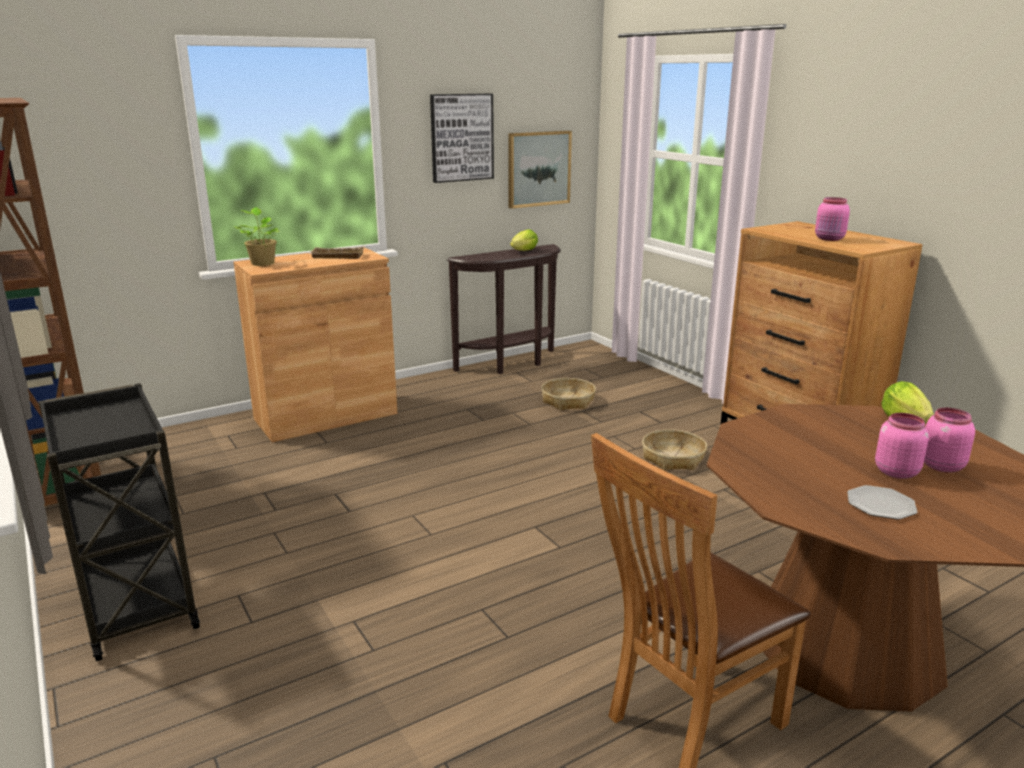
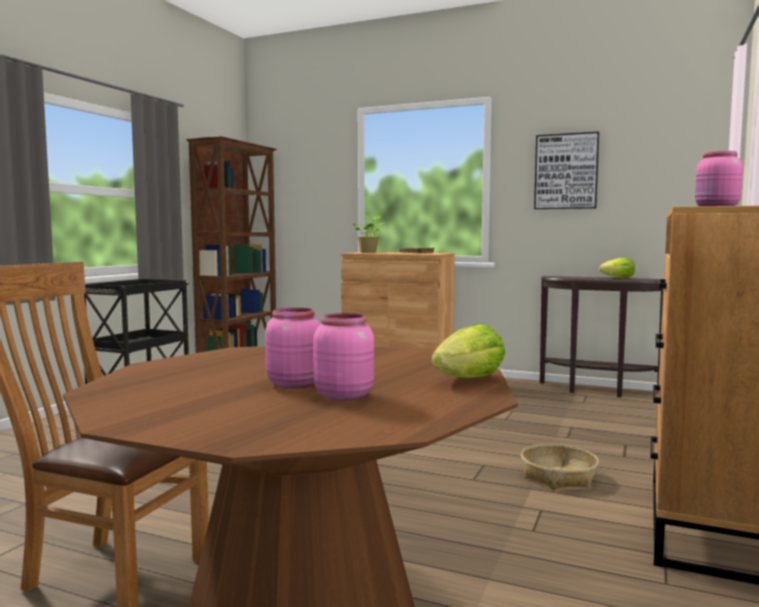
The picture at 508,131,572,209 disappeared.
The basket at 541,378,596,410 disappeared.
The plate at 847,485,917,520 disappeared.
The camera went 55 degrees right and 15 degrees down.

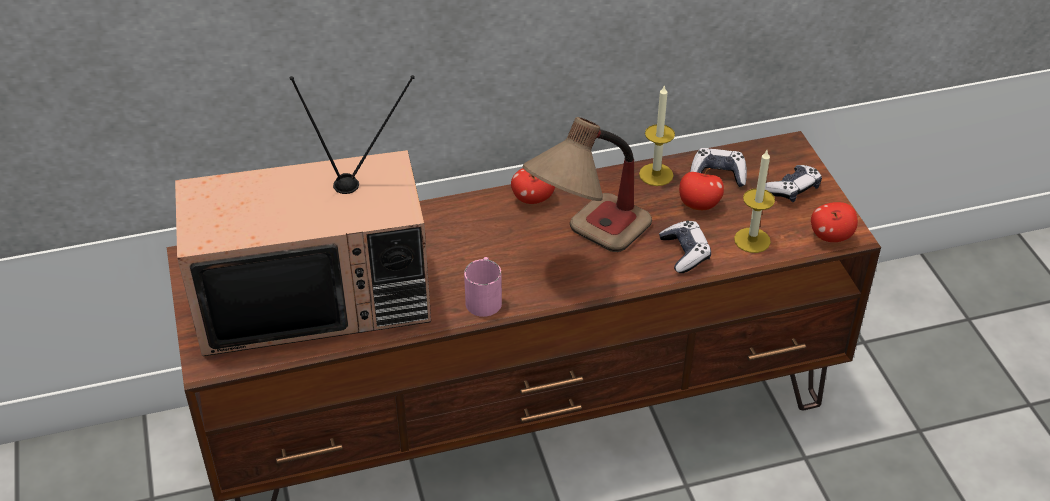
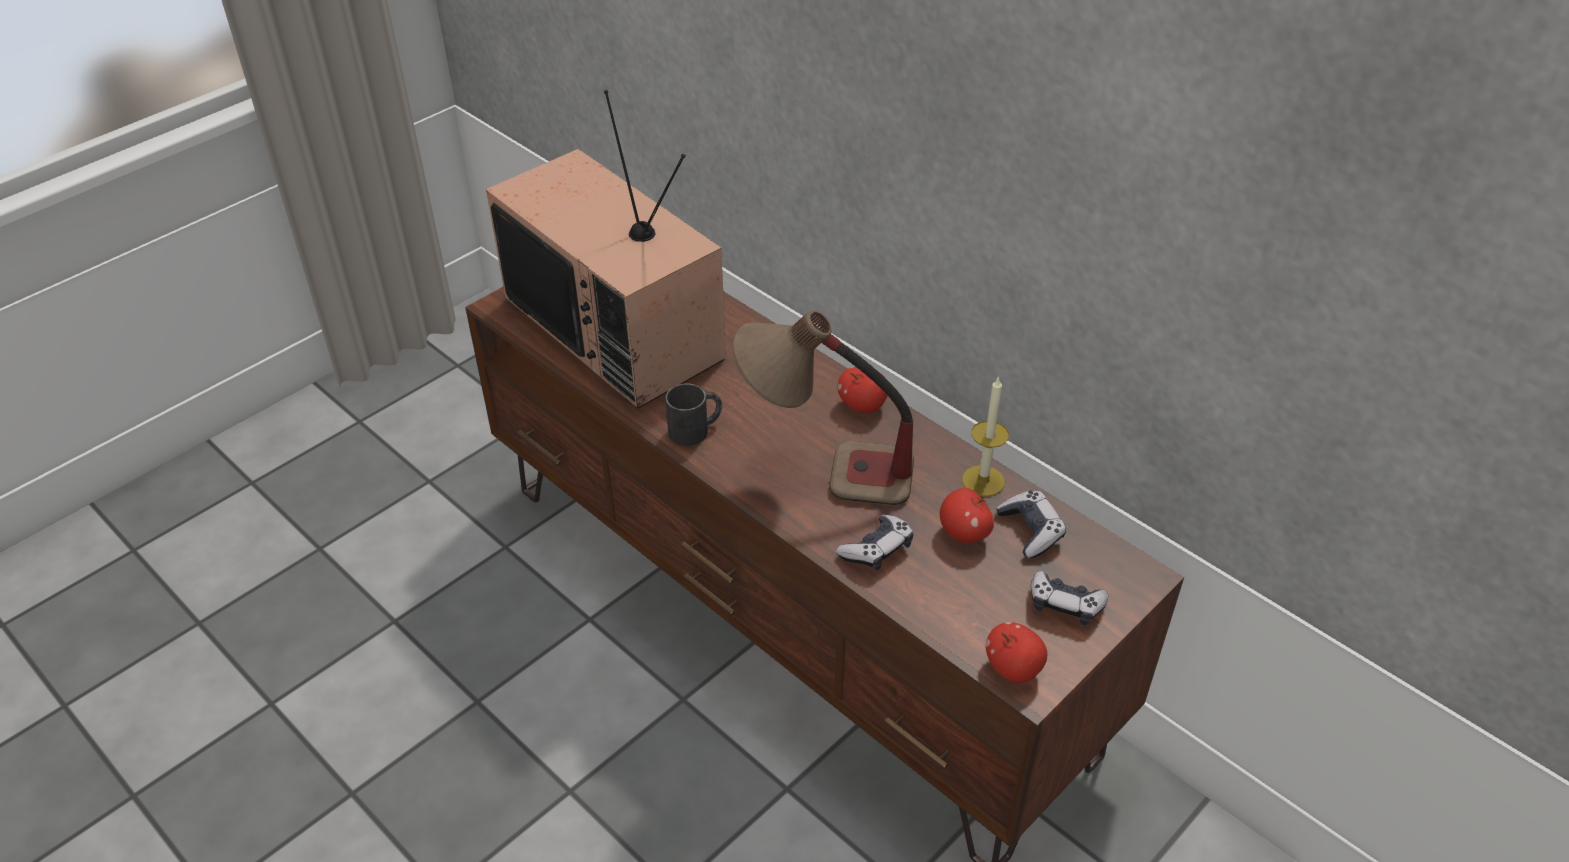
The candle at 734,150,775,253 disappeared.
The mug/pink at 464,257,502,317 became the mug/black at 665,383,722,446.
The camera went 60 degrees right and 0 degrees up.

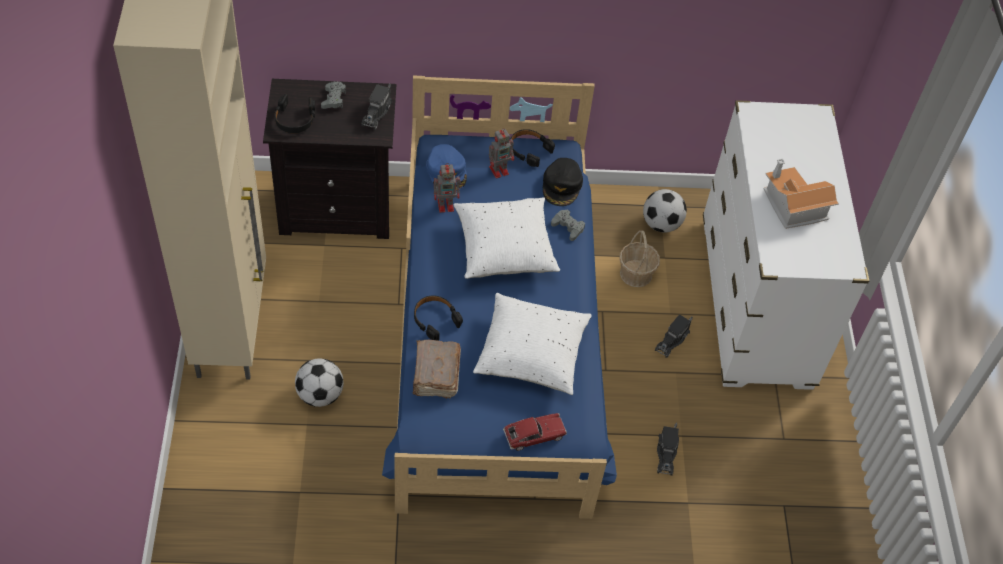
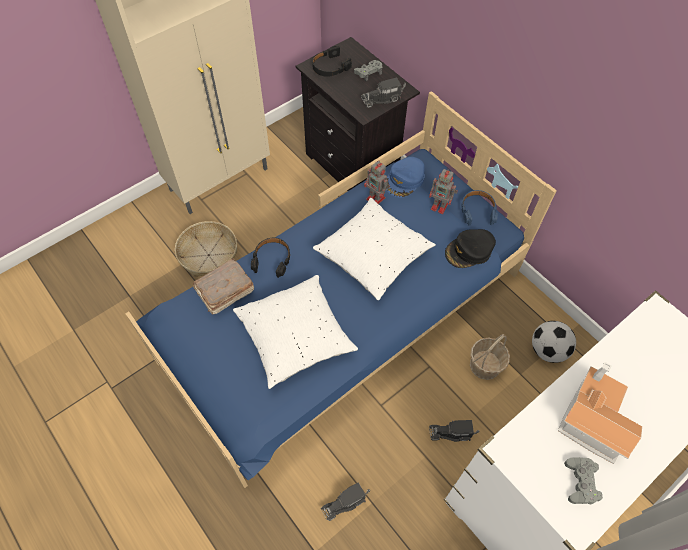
The headphones/black at 511,129,555,167 became the headphones/blue at 462,190,498,226.
The game controller/grey moved from 551,210,585,241 to 564,457,603,504.
The football at 295,359,344,407 was replaced by the basket at 175,221,237,277.
The toy car at 503,413,567,451 disappeared.
The camera went 55 degrees right and 5 degrees up.

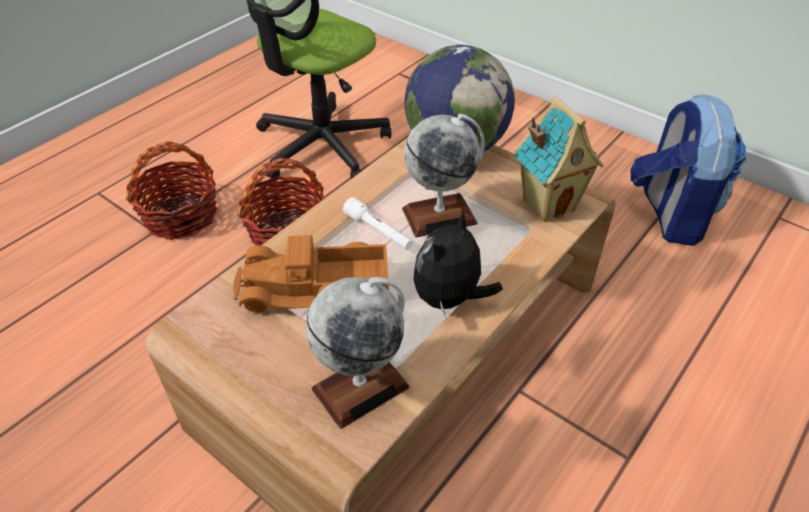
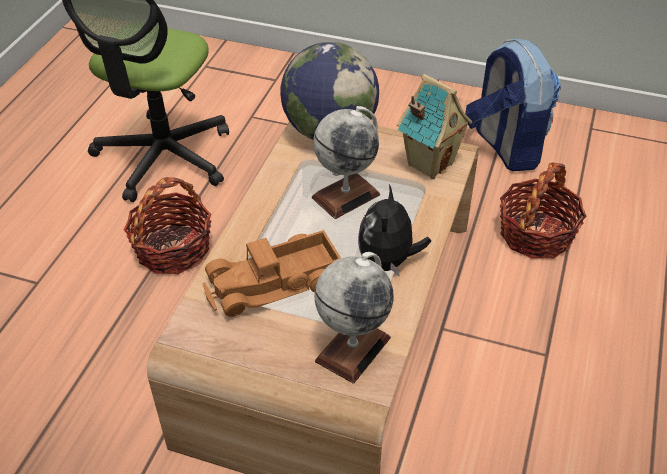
The basket moved from 126,142,217,240 to 500,163,587,259.
The flashlight/white at 343,197,413,250 disappeared.
The camera went 20 degrees left and 0 degrees up.

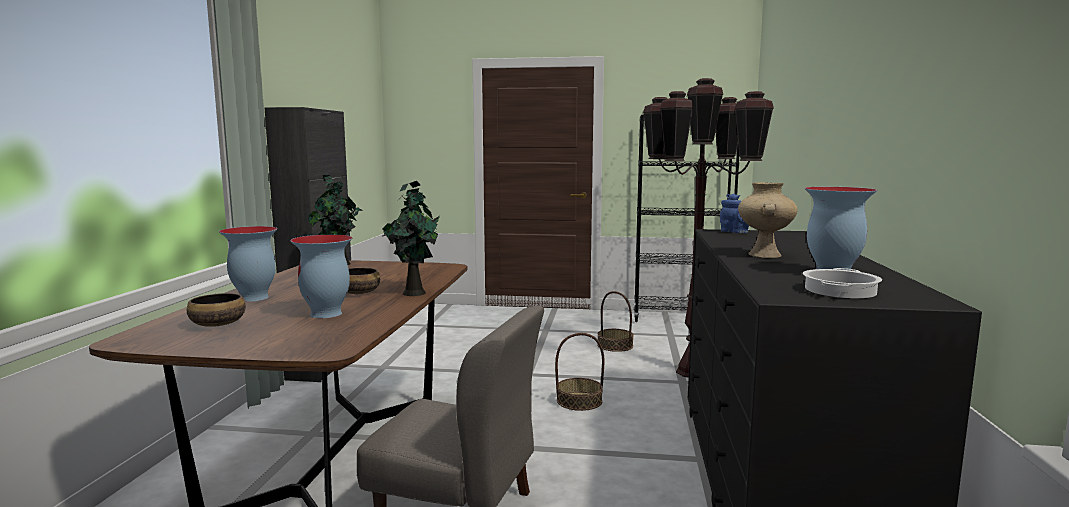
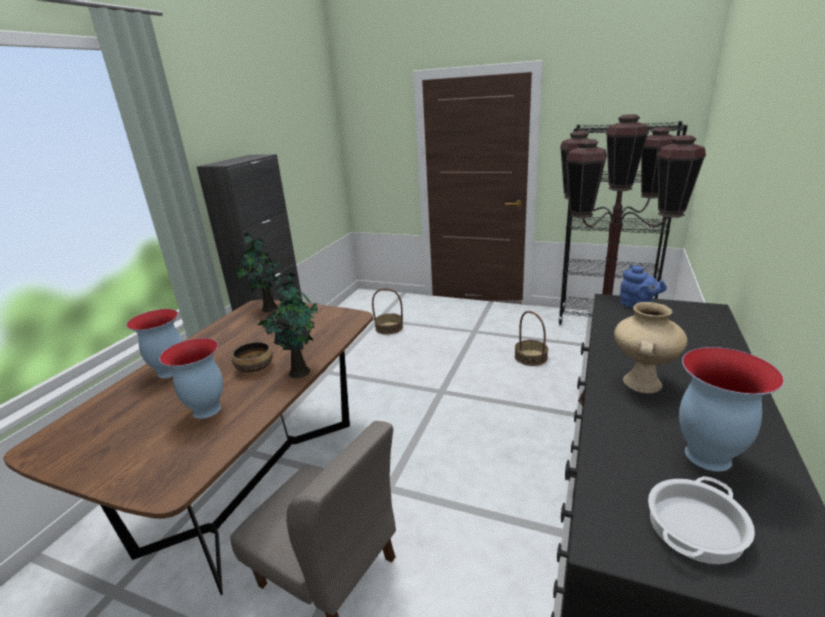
The bowl at 187,293,246,327 disappeared.
The basket moved from 555,333,604,411 to 372,288,403,335.
The camera went 15 degrees right and 15 degrees up.

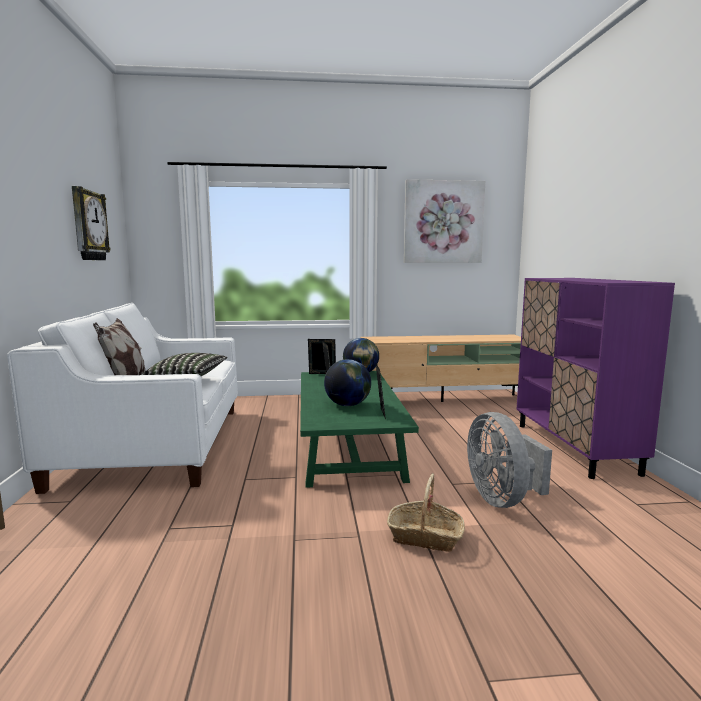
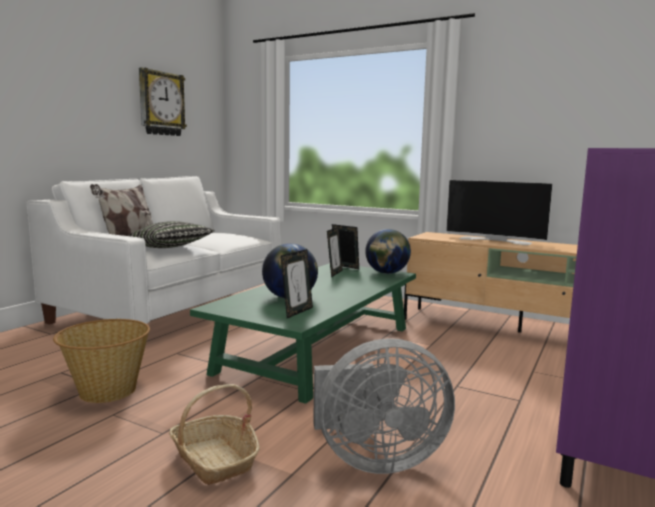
The picture at 404,179,485,263 disappeared.
The fan/grey at 467,412,552,508 turned 120 degrees counterclockwise.
The television at 446,180,553,245 appeared.
The basket at 53,319,150,403 appeared.
The camera went 35 degrees right and 0 degrees up.

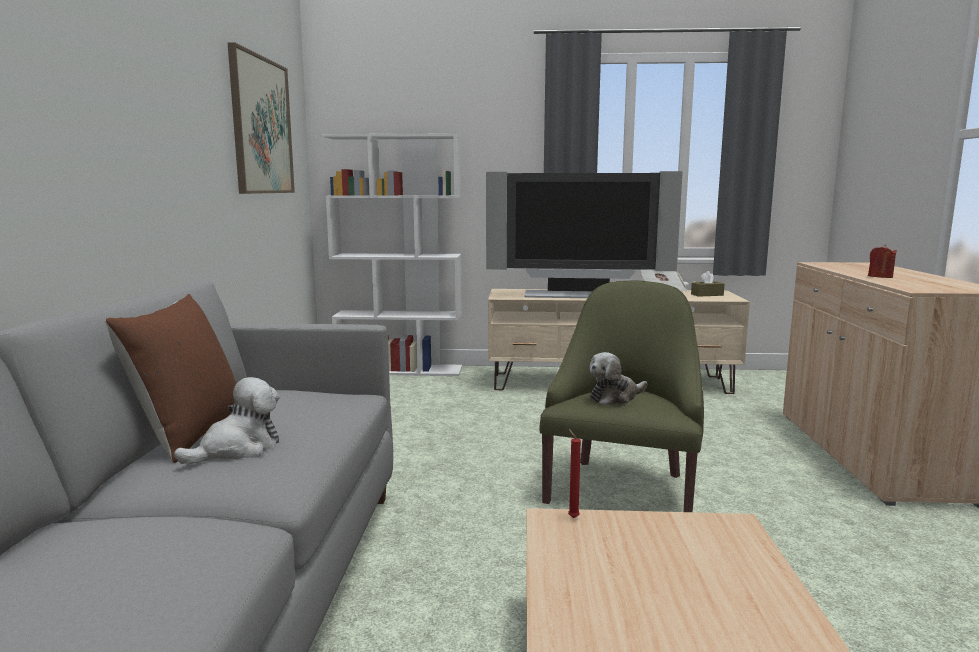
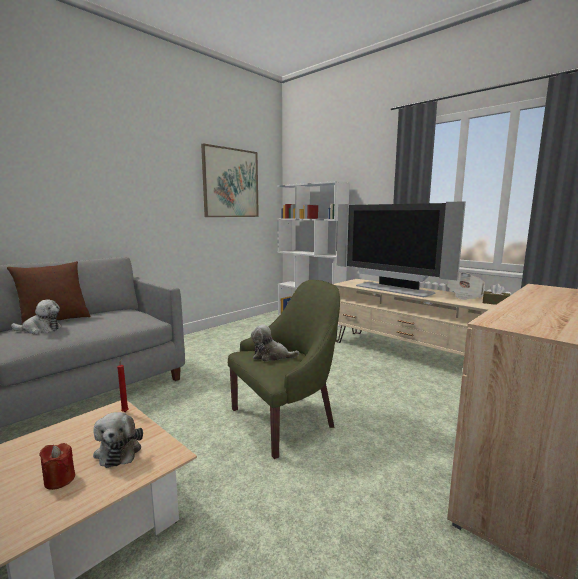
The candle/red moved from 868,244,897,278 to 39,443,75,490.
The plush toy at 93,412,143,468 appeared.
The camera went 40 degrees right and 0 degrees up.

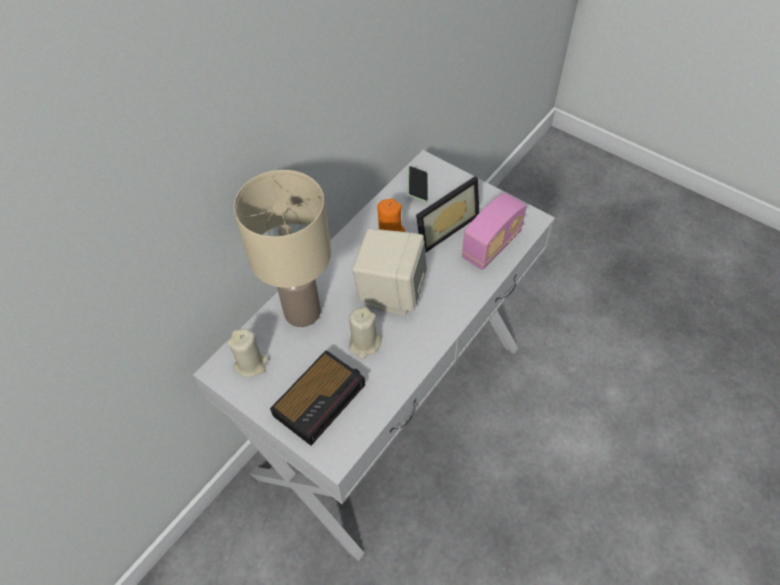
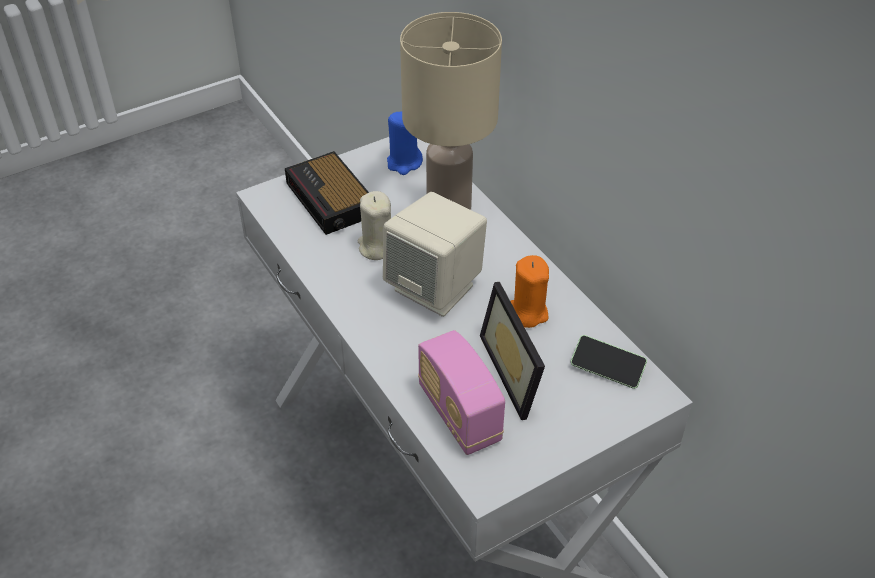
The candle/beige at 227,328,269,378 became the candle/blue at 387,111,423,175.
The camera went 110 degrees right and 10 degrees down.

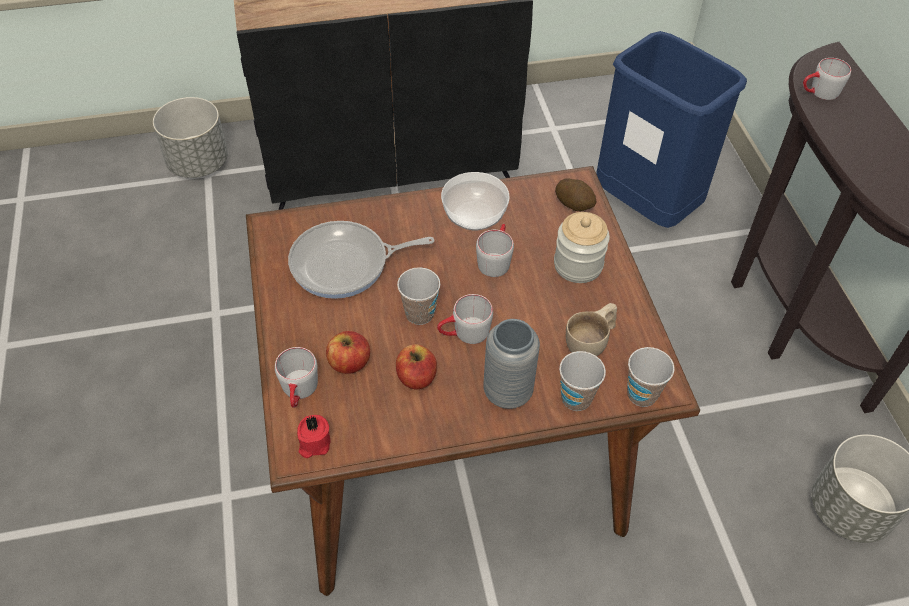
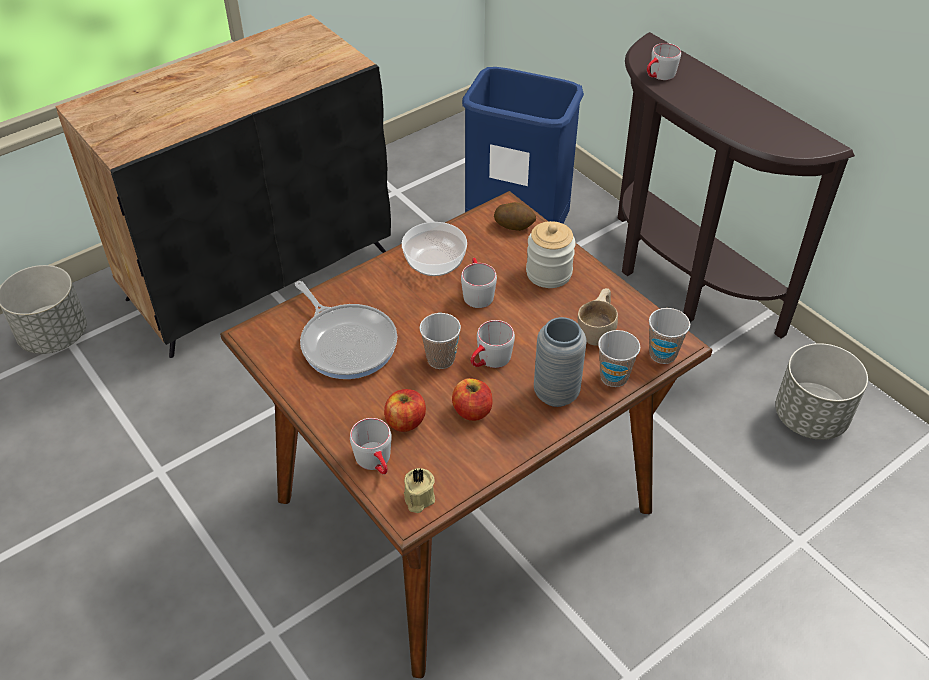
The frying pan at 288,221,434,299 turned 90 degrees counterclockwise.
The candle/red at 297,415,330,458 became the candle/beige at 404,468,435,513.
The camera went 25 degrees left and 5 degrees down.

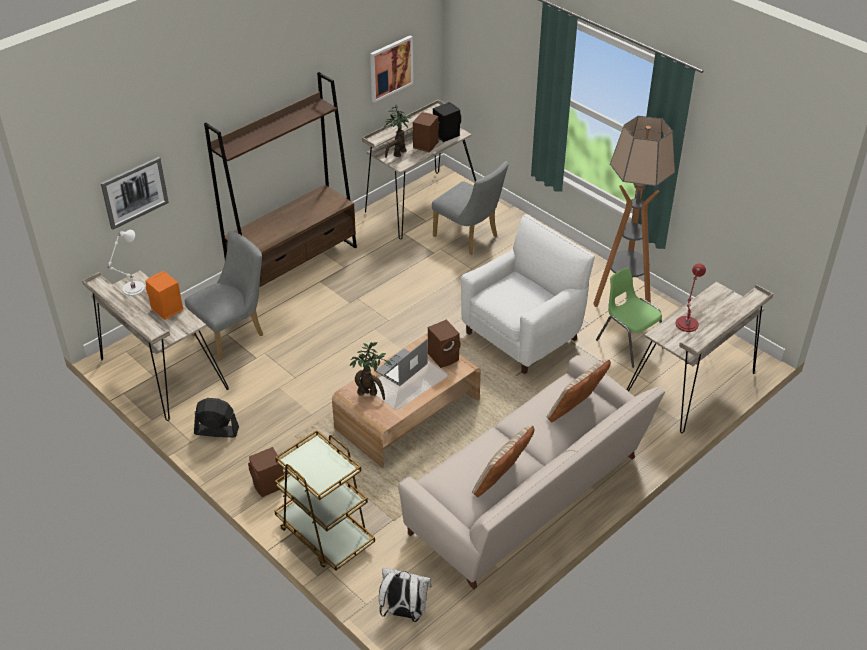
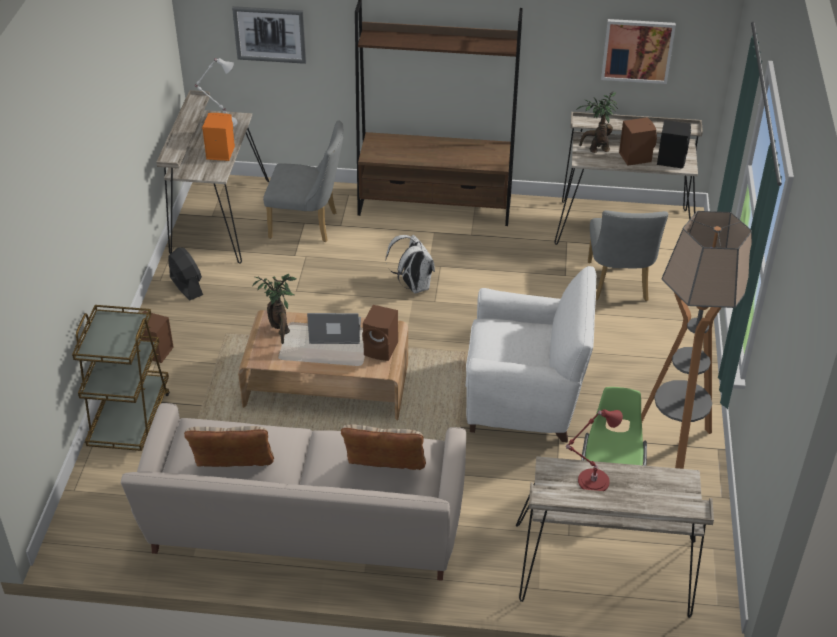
The backpack/white moved from 379,568,432,622 to 386,235,435,294.
The camera went 50 degrees right and 0 degrees up.

